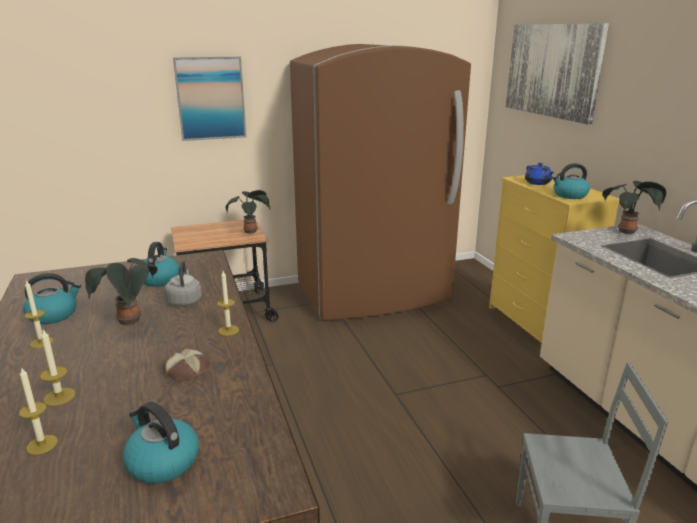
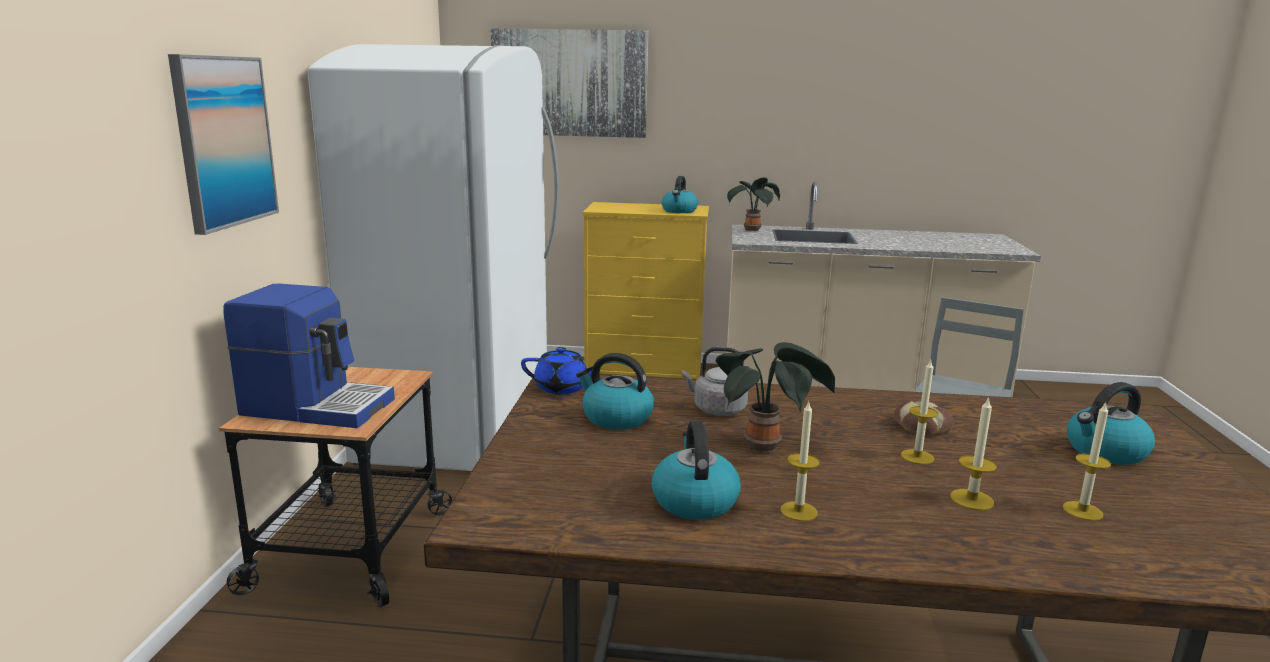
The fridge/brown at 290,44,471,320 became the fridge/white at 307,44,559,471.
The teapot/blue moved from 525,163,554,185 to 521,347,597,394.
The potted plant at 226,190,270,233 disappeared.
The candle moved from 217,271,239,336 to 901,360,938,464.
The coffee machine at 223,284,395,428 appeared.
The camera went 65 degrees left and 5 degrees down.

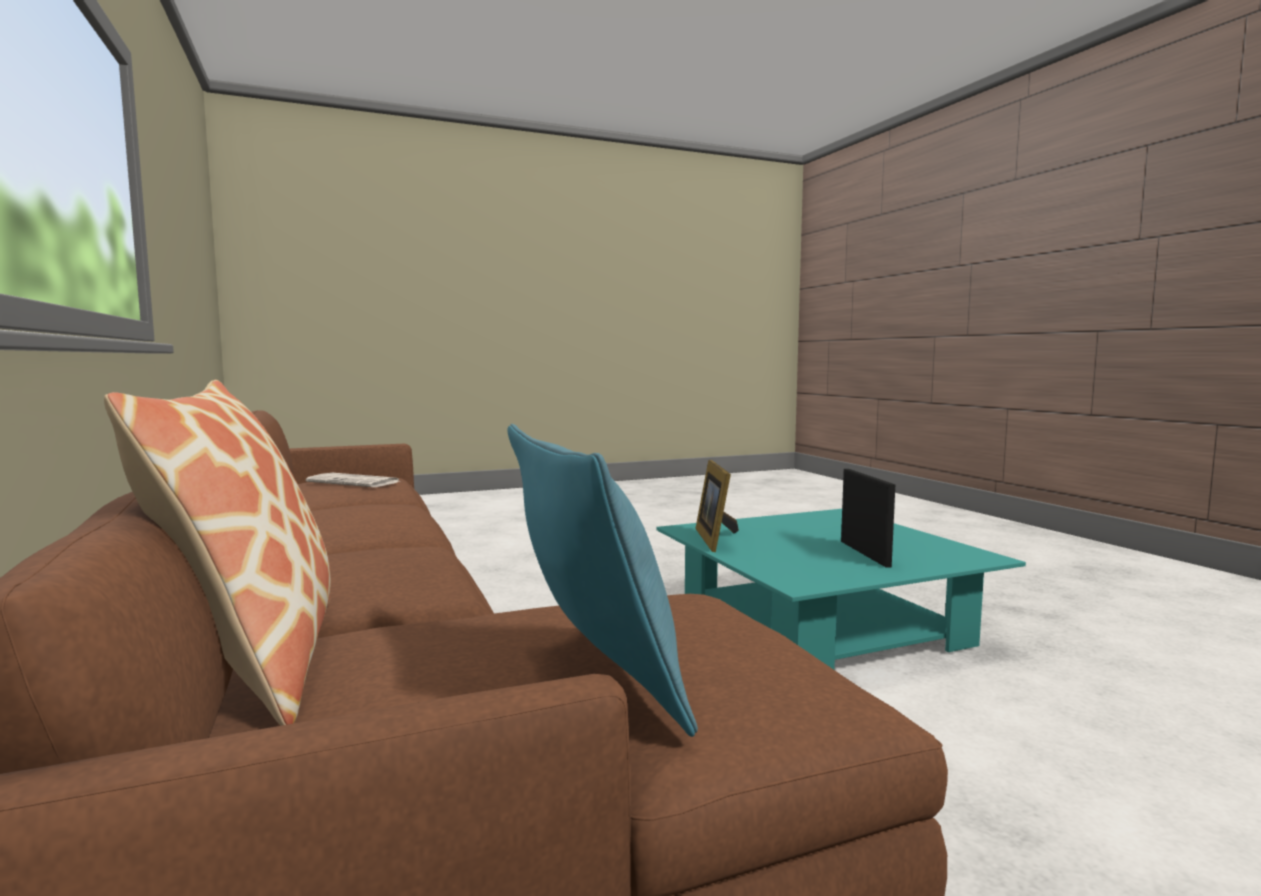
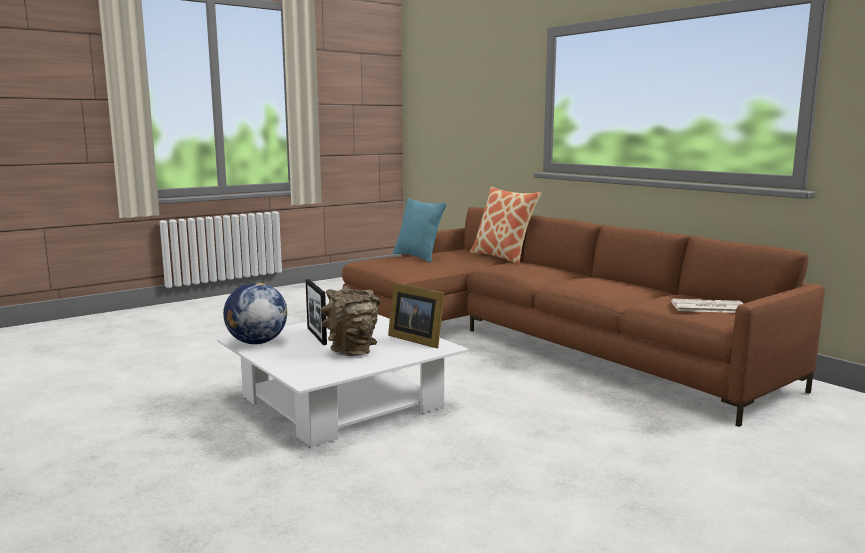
The picture frame at 695,460,739,552 turned 150 degrees clockwise.
The coffee table/turquoise at 656,509,1026,669 became the coffee table/white at 217,314,469,447.
The globe at 223,282,287,344 appeared.
The vase/brown at 320,286,381,356 appeared.
The camera went 165 degrees right and 5 degrees up.

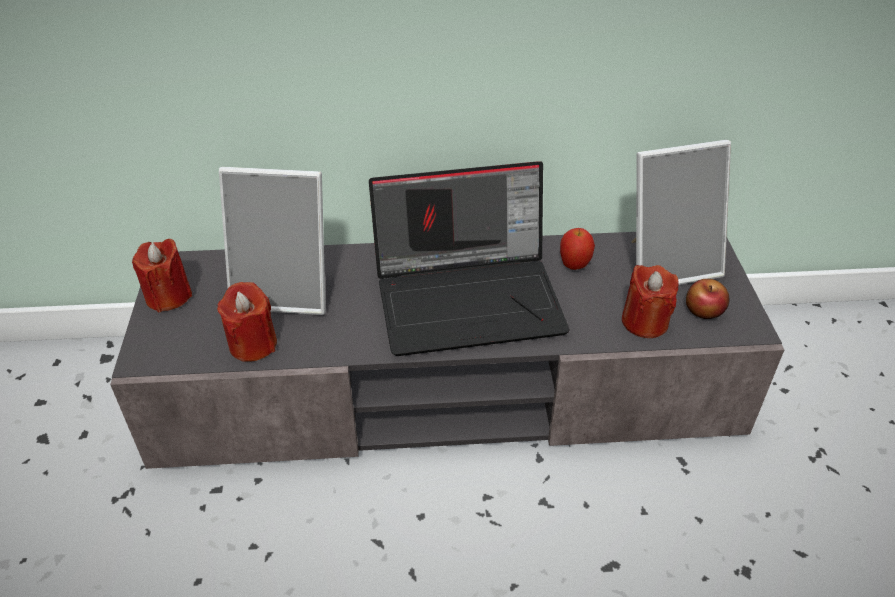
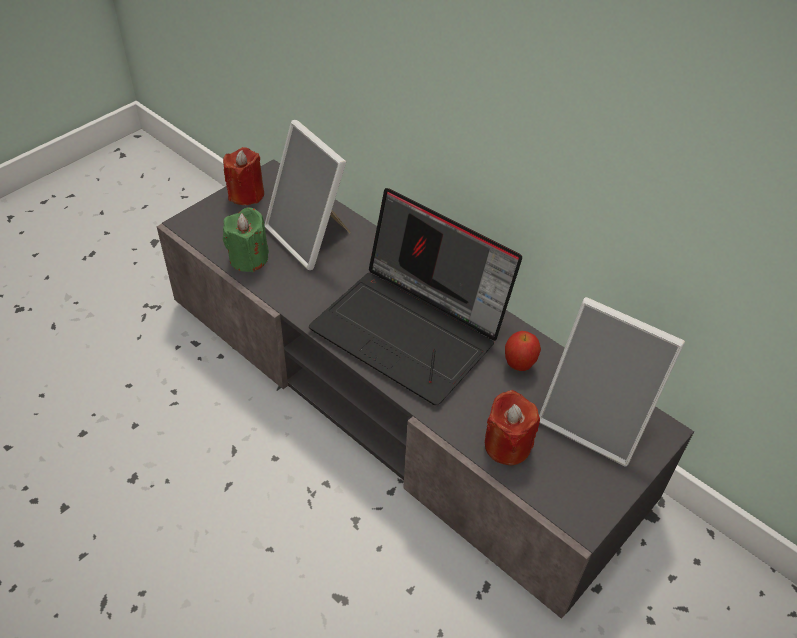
The apple at 686,279,729,319 disappeared.
The candle/red at 217,282,277,362 became the candle/green at 223,207,269,272.
The camera went 45 degrees right and 5 degrees up.

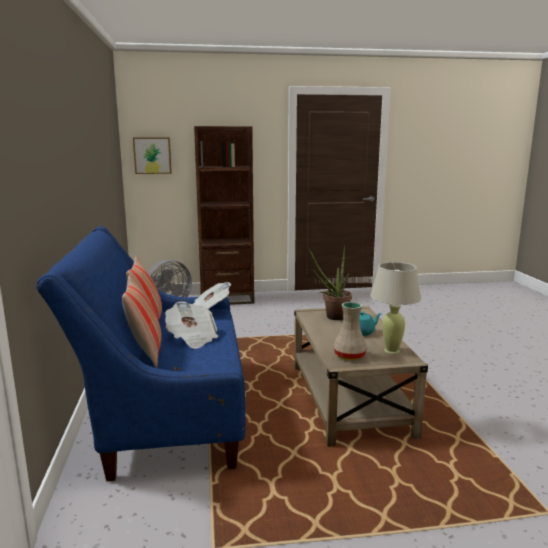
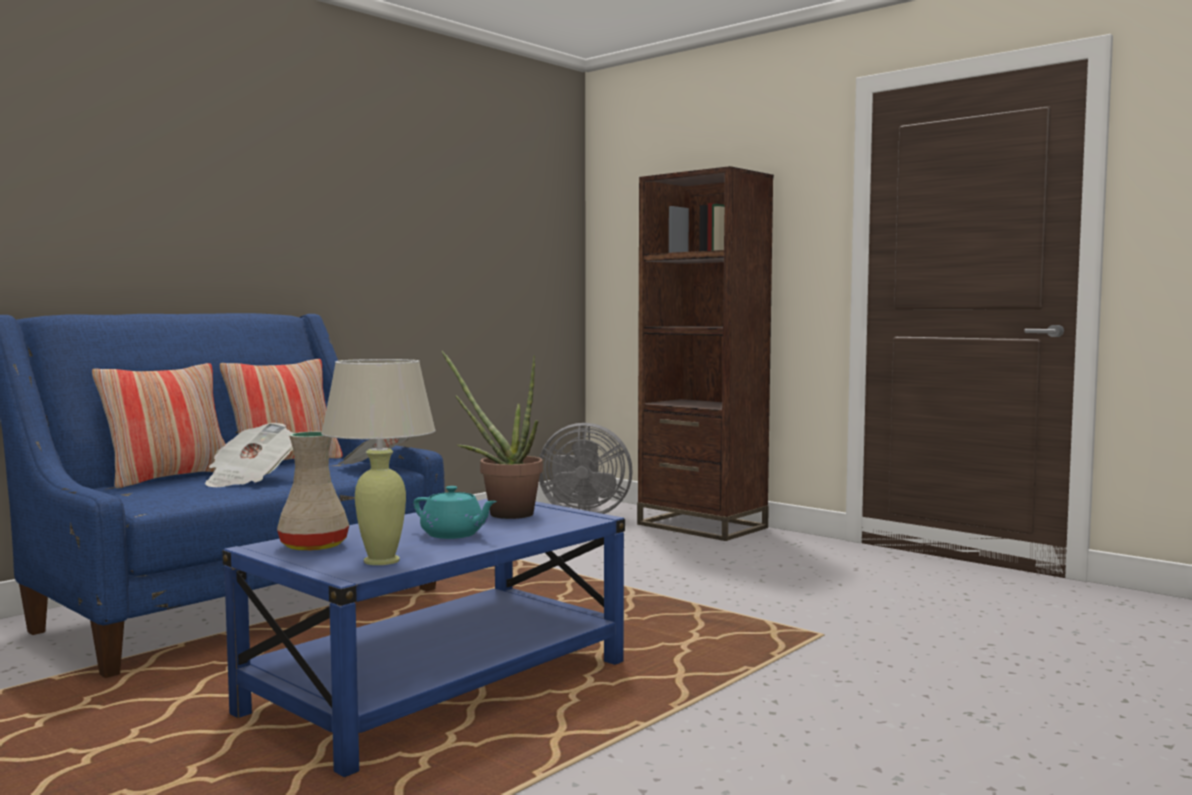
The picture at 133,137,172,174 disappeared.
The coffee table/beige at 294,306,428,447 became the coffee table/blue at 222,499,625,777.
The camera went 50 degrees right and 10 degrees down.

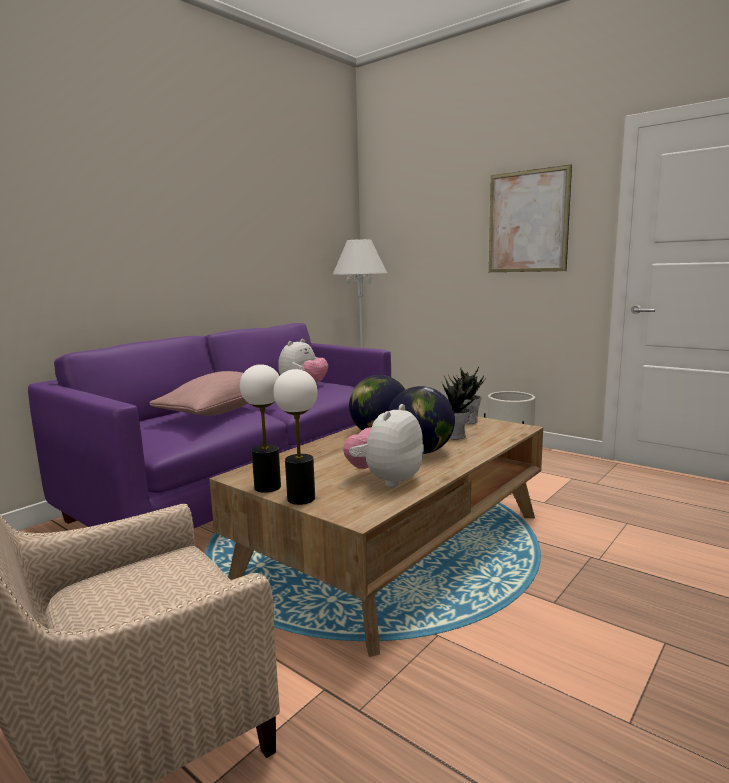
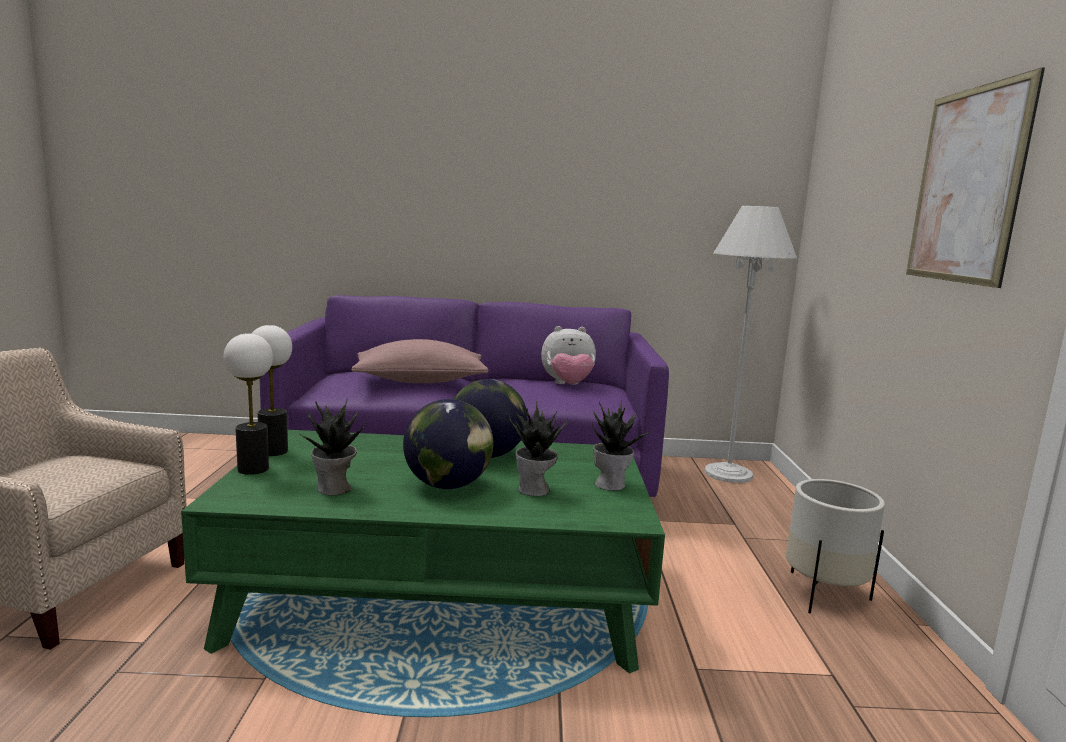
The plush toy at 343,404,424,487 was replaced by the potted plant at 301,398,367,495.
The coffee table/brown at 209,417,543,657 became the coffee table/green at 181,430,665,673.
The camera went 50 degrees right and 0 degrees up.

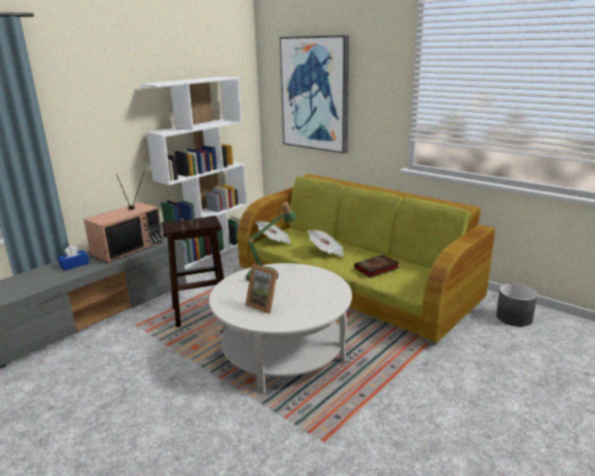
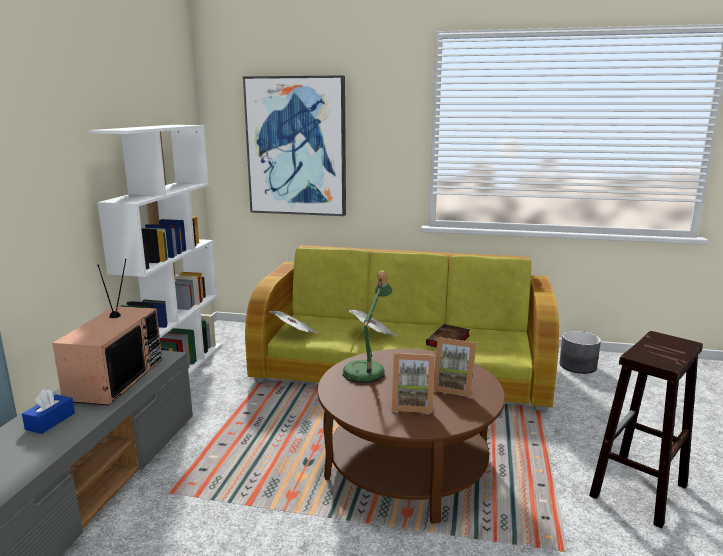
The stool/brown moved from 161,216,224,327 to 589,331,703,528.
The coffee table/white at 209,263,352,394 became the coffee table/brown at 318,349,505,524.
The picture frame at 433,337,476,397 appeared.
The camera went 30 degrees left and 5 degrees down.

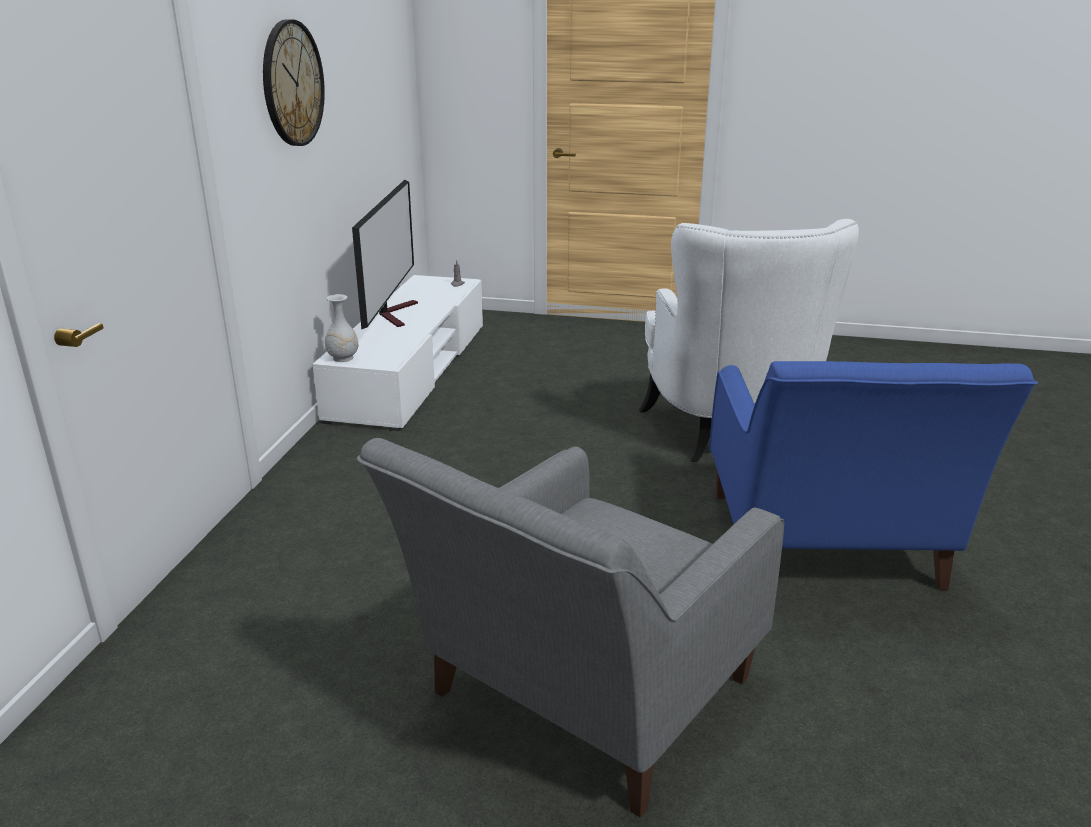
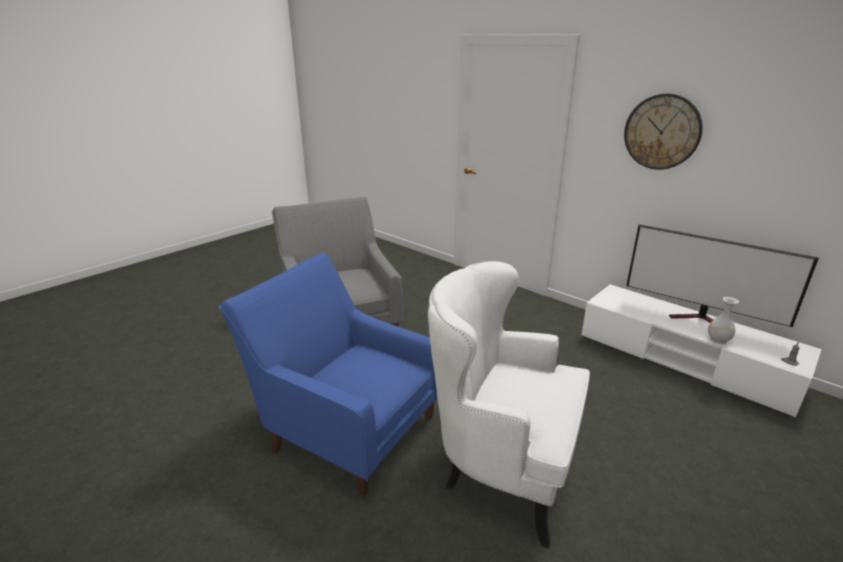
The vase/white moved from 325,294,358,362 to 708,297,739,344.
The camera went 120 degrees right and 0 degrees up.

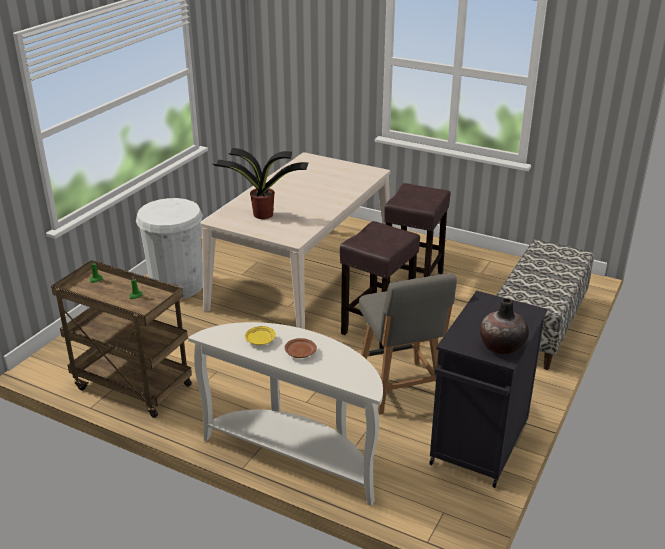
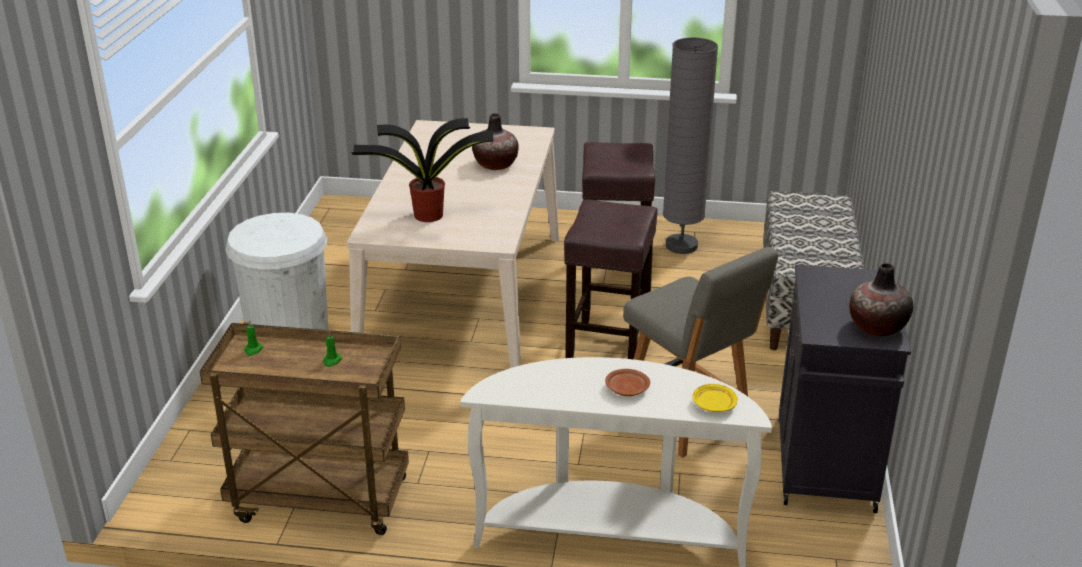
The plate/yellow moved from 245,326,276,345 to 692,384,738,412.
The floor lamp/grey at 663,37,718,254 appeared.
The vase at 472,113,519,170 appeared.
The camera went 20 degrees left and 0 degrees up.

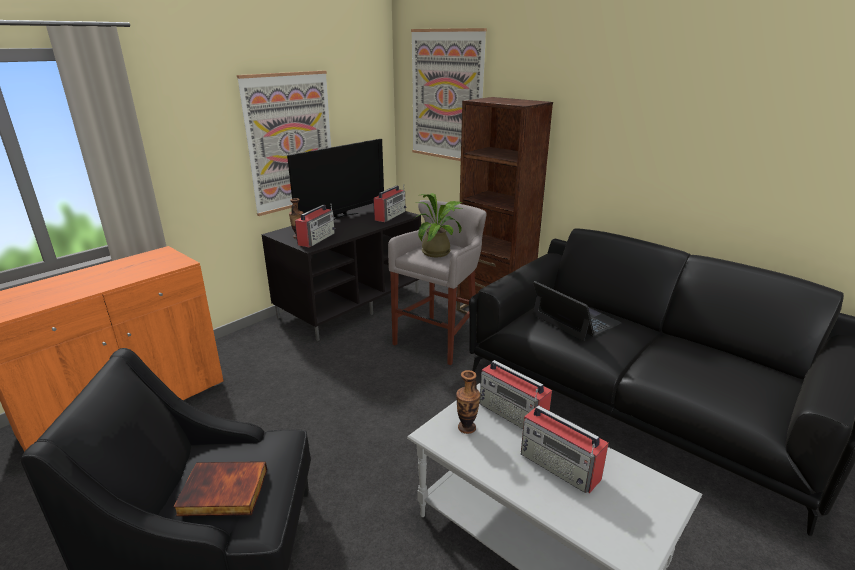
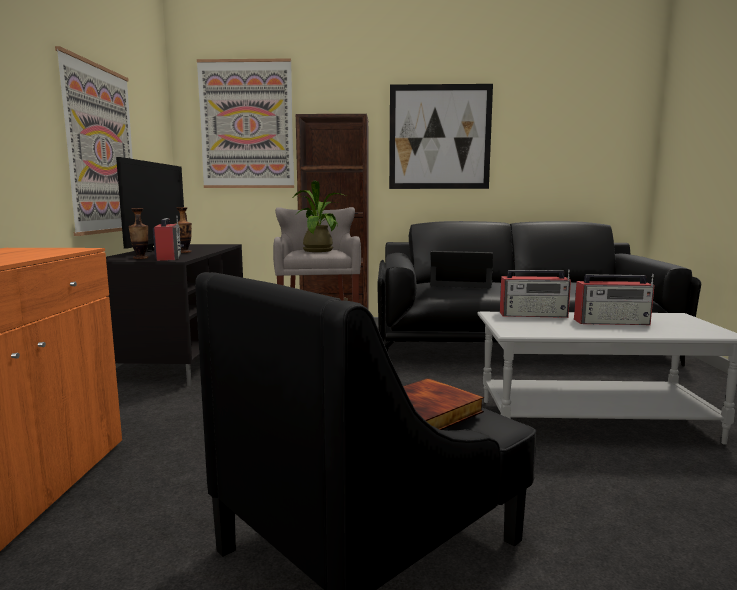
The radio at 373,185,406,222 disappeared.
The vase moved from 456,370,480,434 to 175,207,192,253.
The picture at 389,84,493,189 appeared.
The camera went 40 degrees left and 15 degrees down.

